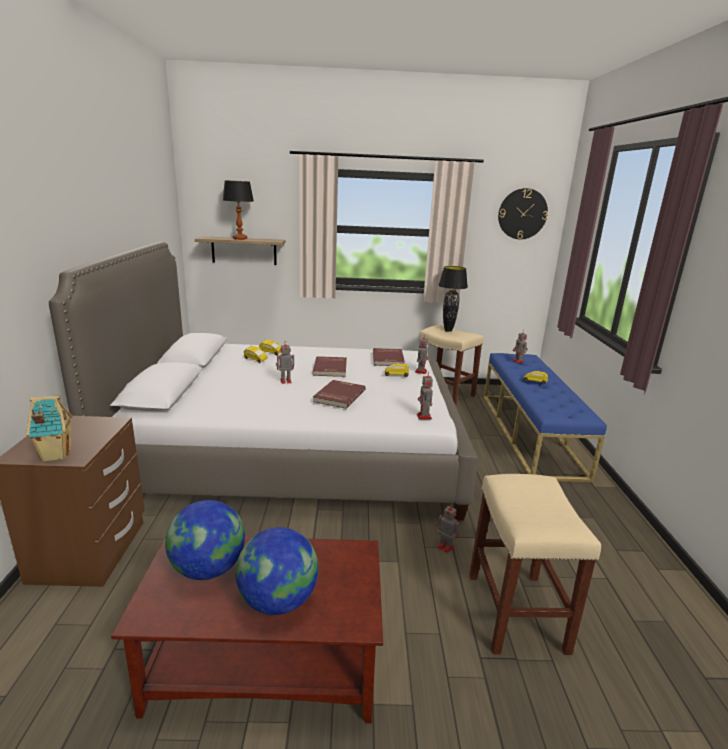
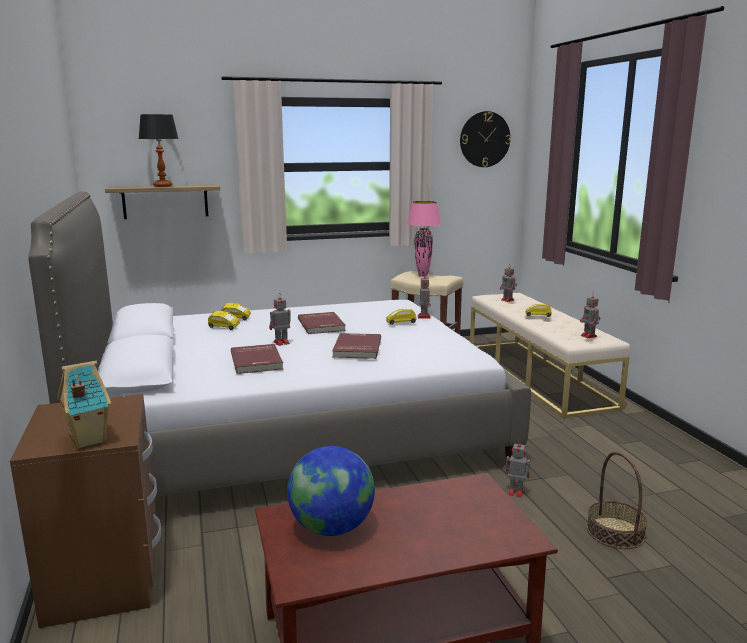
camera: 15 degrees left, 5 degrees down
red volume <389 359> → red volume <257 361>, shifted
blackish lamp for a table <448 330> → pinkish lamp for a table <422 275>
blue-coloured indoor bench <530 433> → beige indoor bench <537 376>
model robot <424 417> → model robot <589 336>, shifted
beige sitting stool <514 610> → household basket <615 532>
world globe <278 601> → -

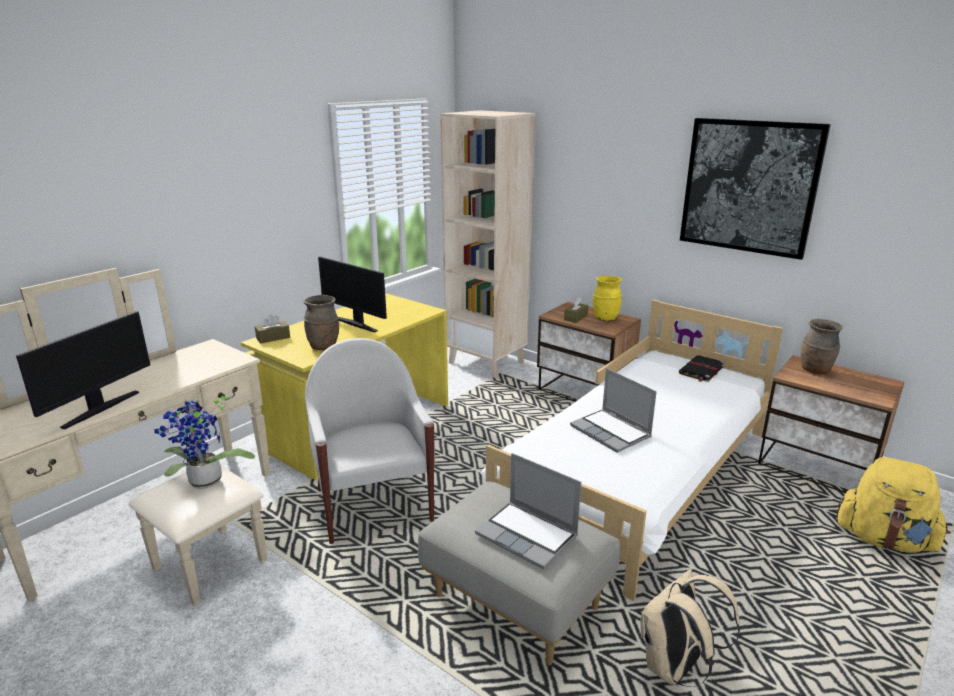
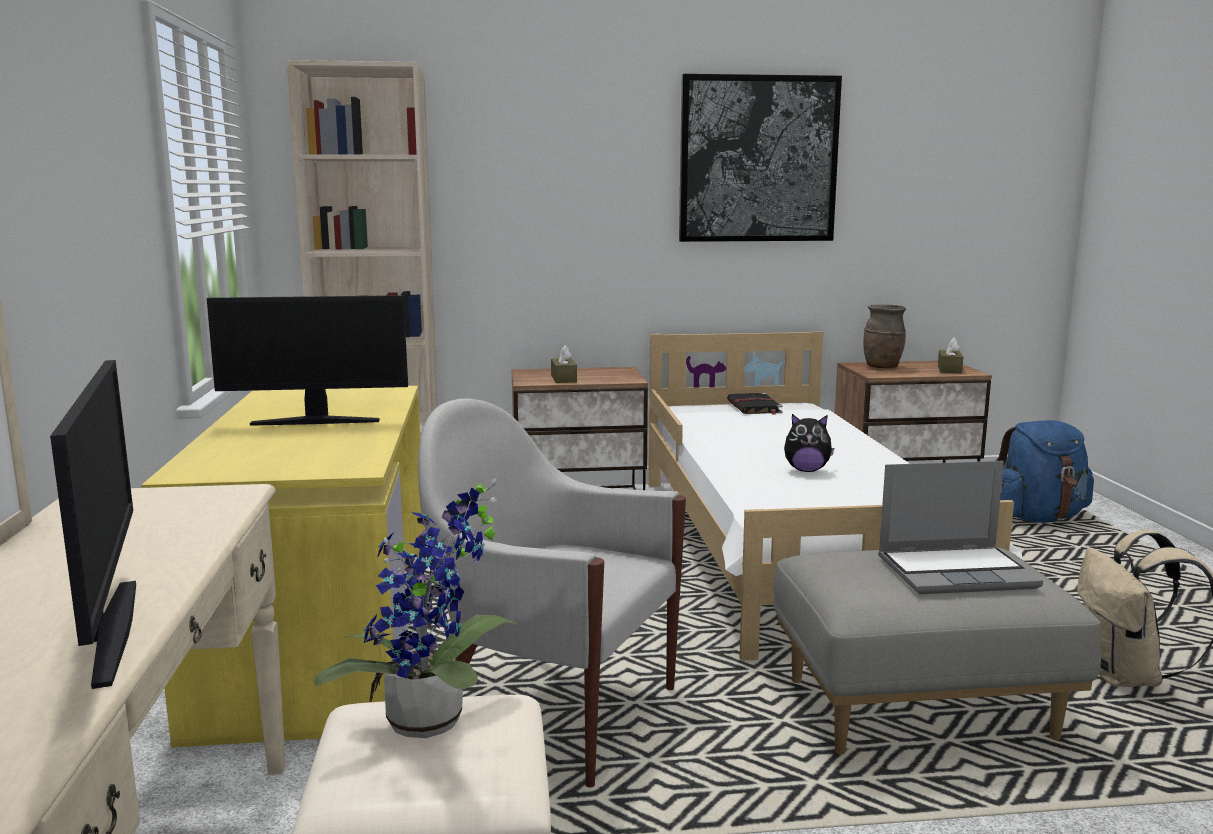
camera: 45 degrees left, 10 degrees down
portable computer <611 432> → cuddly toy <806 470>
brown box of tissues <273 338> → brown box of tissues <949 369>, shifted
yellow-coloured knapsack <884 540> → blue-coloured knapsack <1038 518>
brown flower vase <324 347> → -
yellow-coloured flower vase <605 318> → -

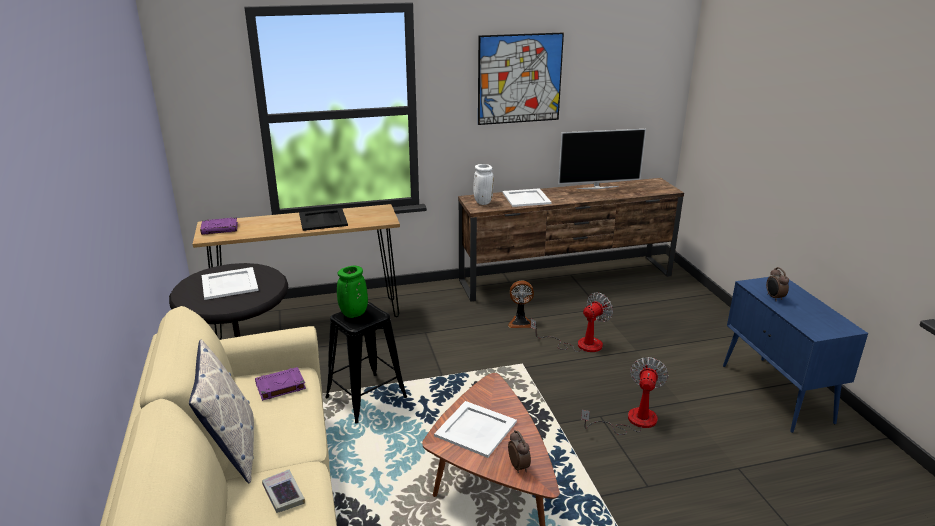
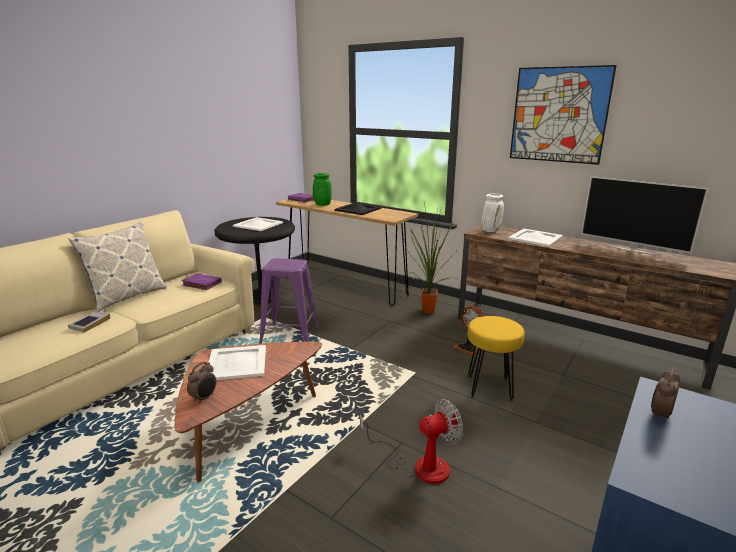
camera: 50 degrees right, 5 degrees down
blackish sitting stool <366 398> → purple sitting stool <290 335>
green-coloured flower vase <353 314> → green-coloured flower vase <322 205>, shifted
- → potted plant <426 310>
cooling fan <580 344> → yellow-coloured sitting stool <489 387>

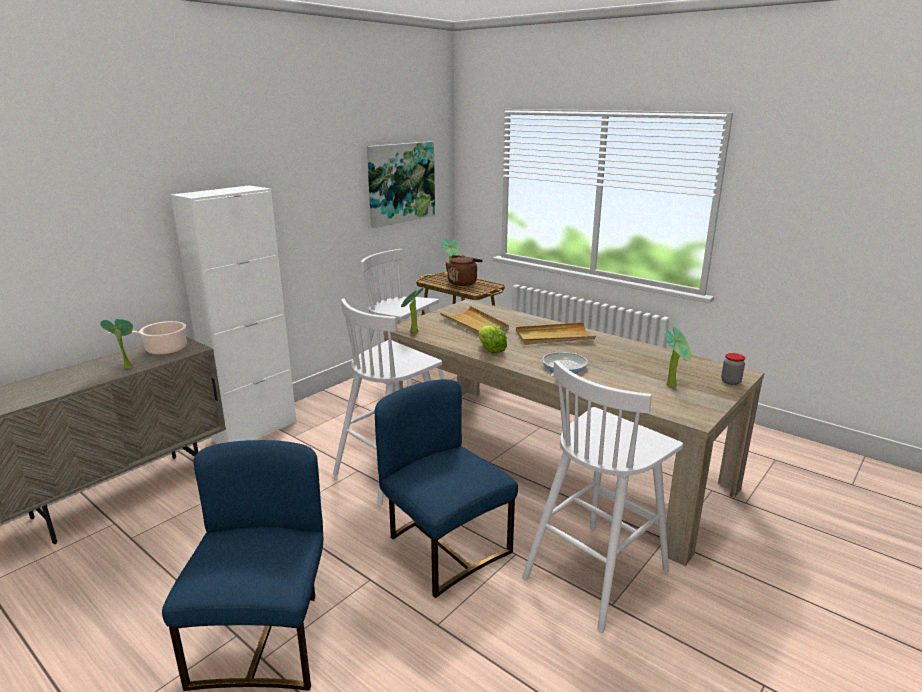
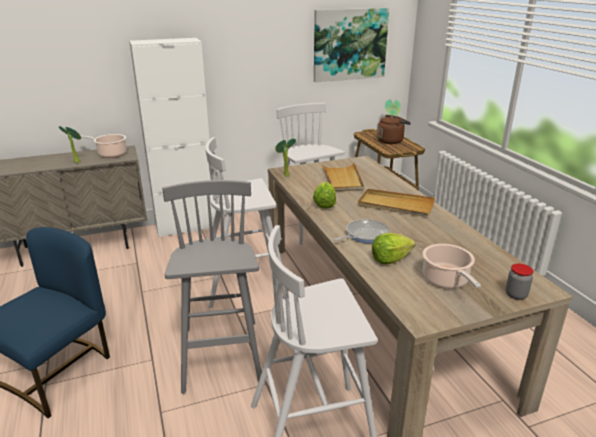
camera: 30 degrees right, 5 degrees up
blue-coloured chair <444 547> → gray sitting stool <221 357>
- → lettuce <390 259>
potted plant <673 385> → cooking pot <446 281>

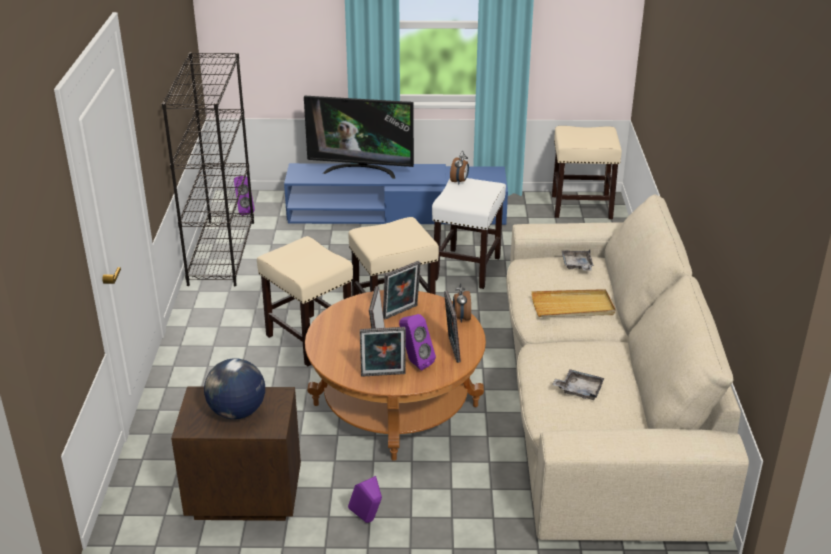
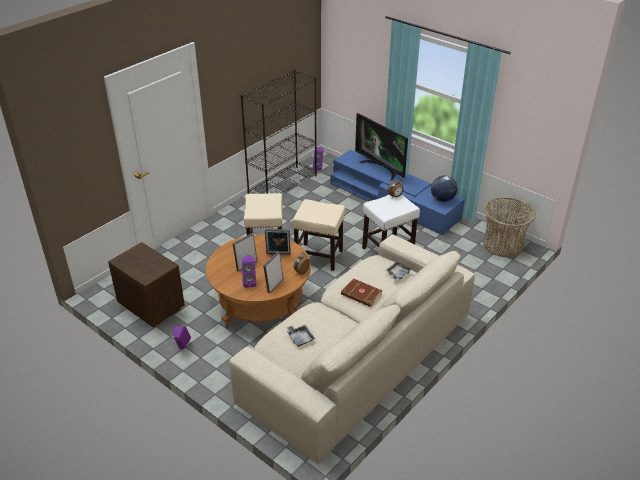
camera: 40 degrees right, 5 degrees up
beige carrying tray <573 307> → brown volume <361 294>
world globe <237 412> → world globe <442 199>, shifted
beige sitting stool <580 207> → household basket <503 244>
photo frame <383 376> → -

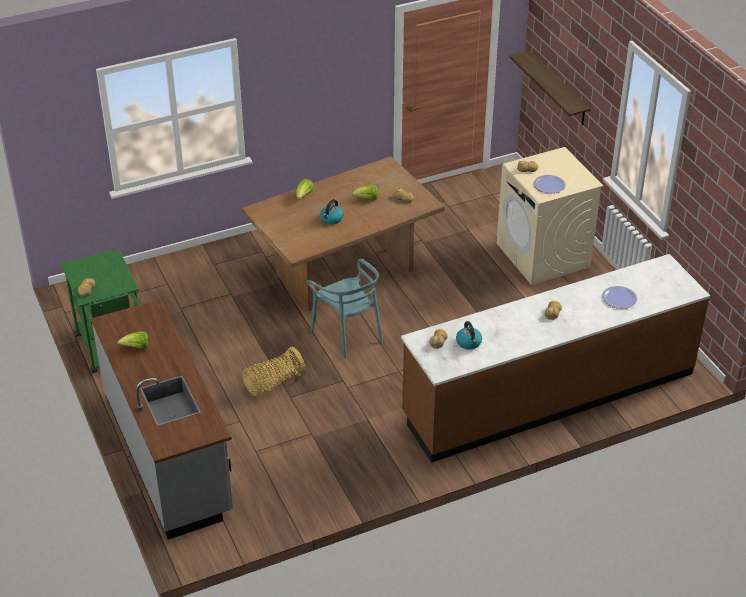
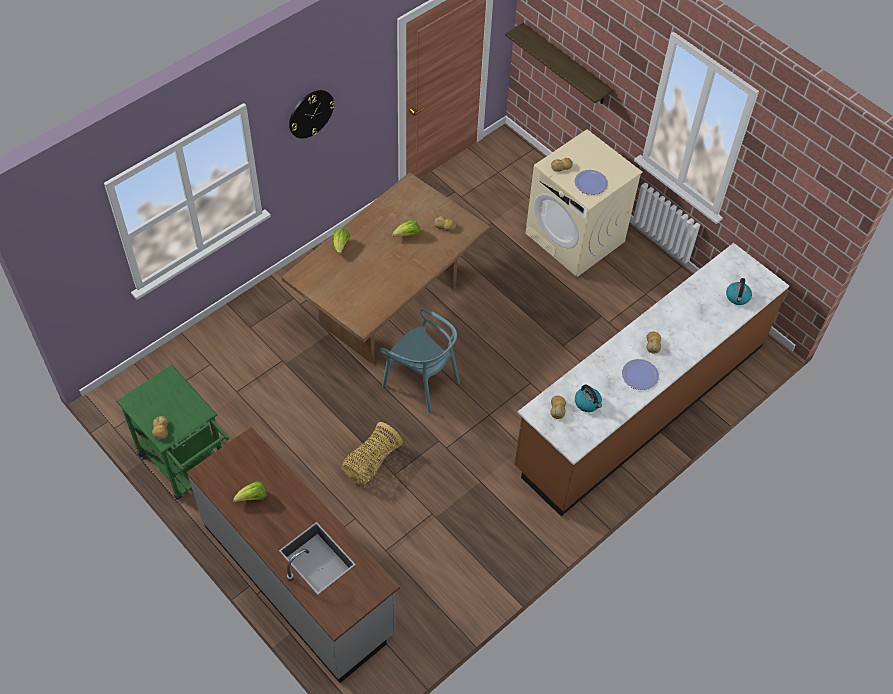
camera: 20 degrees left, 15 degrees up
- → wall clock <311 113>
dinner plate <619 298> → dinner plate <640 375>, shifted
kettle <331 219> → kettle <737 297>, shifted

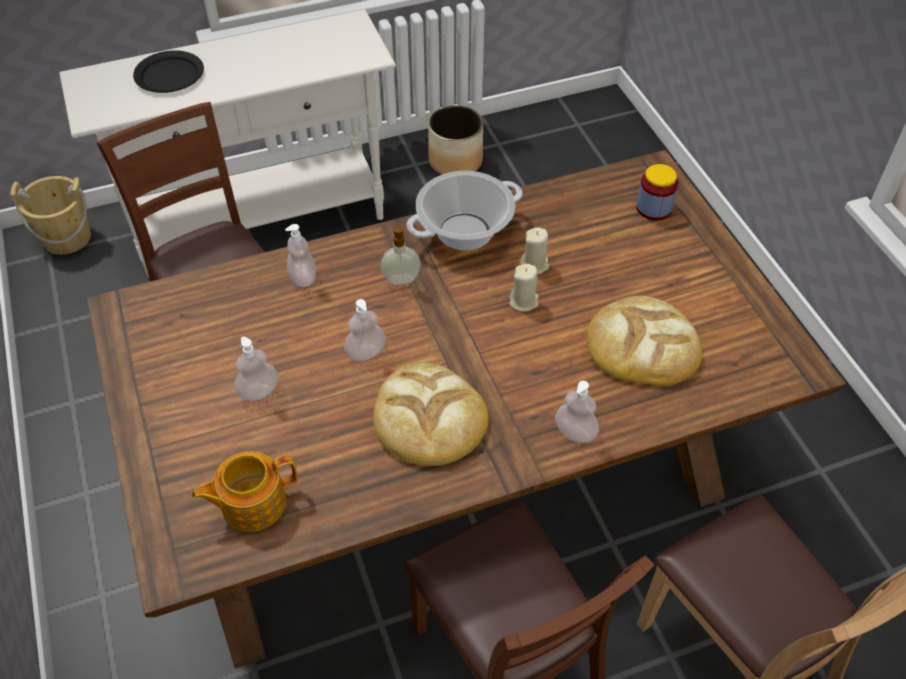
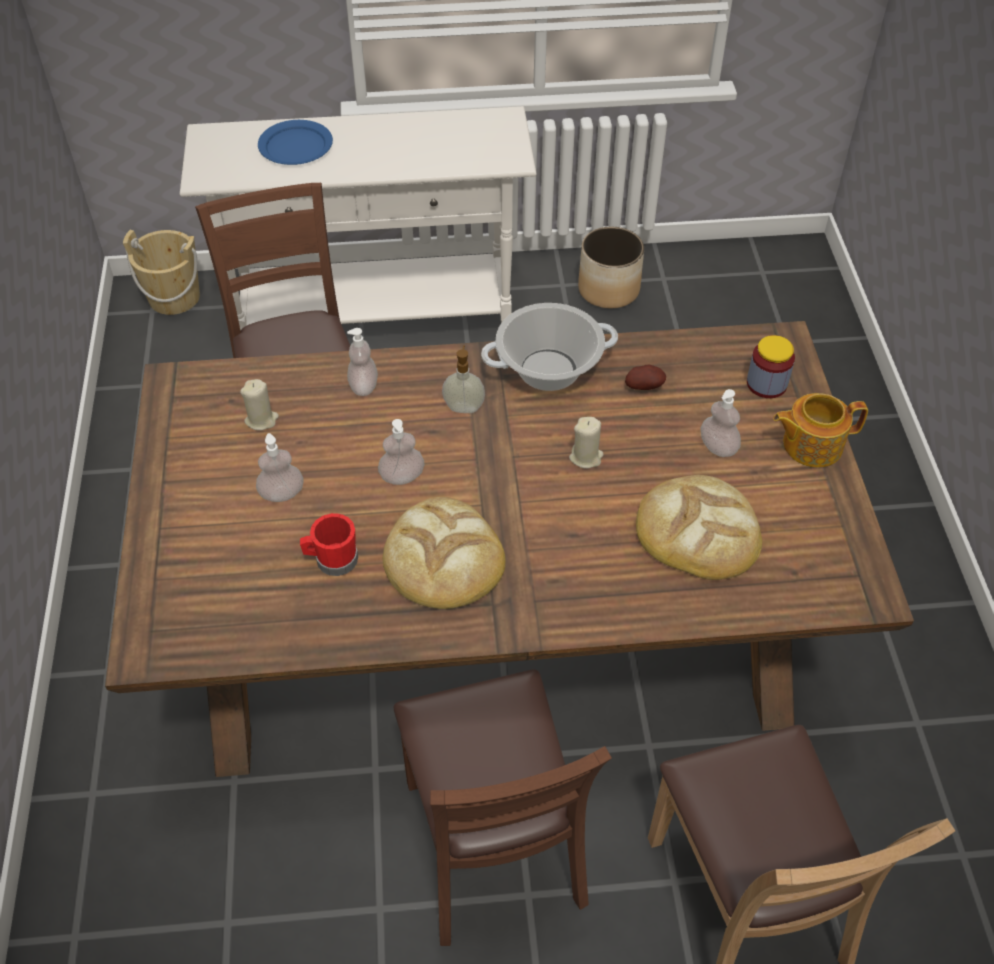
camera: 15 degrees right, 0 degrees up
beige wax light <534 265> → beige wax light <261 420>, shifted
blackish dinner plate <169 75> → blue-coloured dinner plate <295 146>
- → red mug <332 560>
- → whole potato <644 386>
soap dispenser <575 432> → soap dispenser <718 447>, shifted
teapot <252 503> → teapot <811 444>, shifted

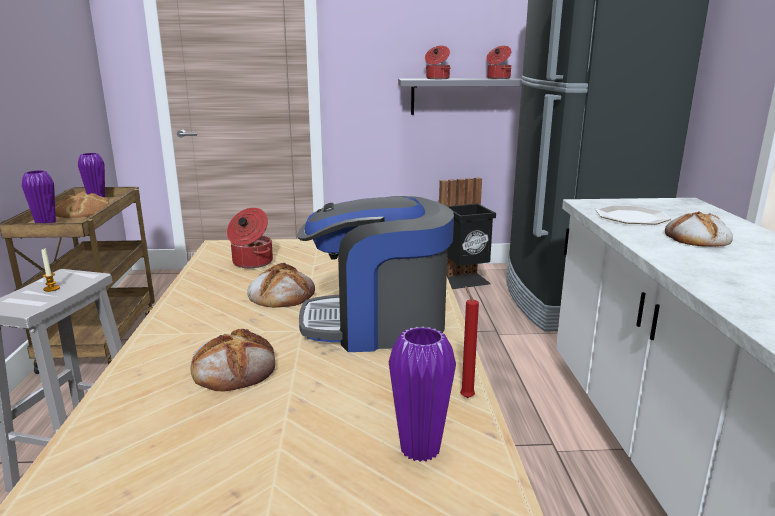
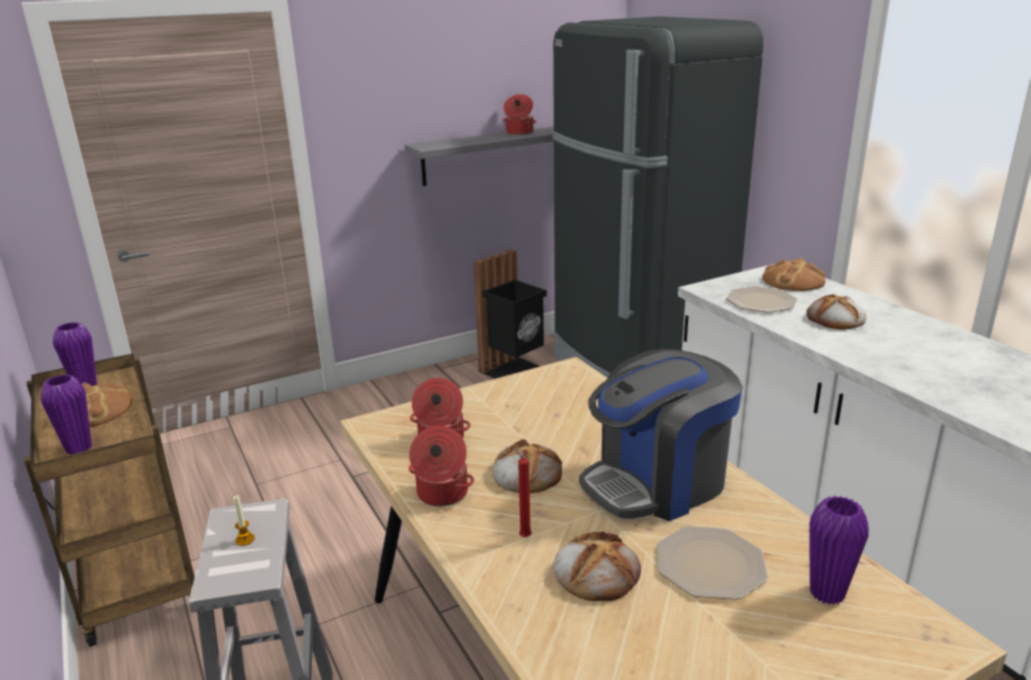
camera: 25 degrees left, 5 degrees up
cooking pot <437 78> → cooking pot <441 494>, shifted
red wax light <466 396> → red wax light <523 536>, shifted
- → dinner plate <709 565>
- → baked bread <793 281>

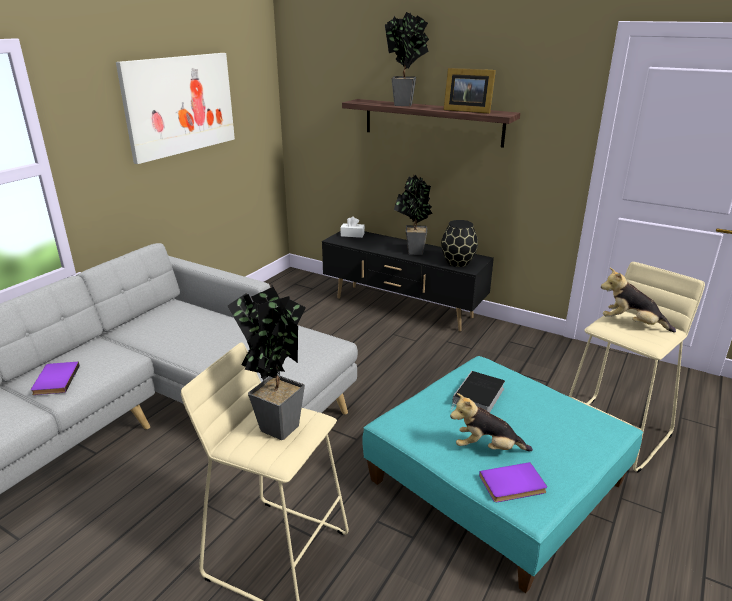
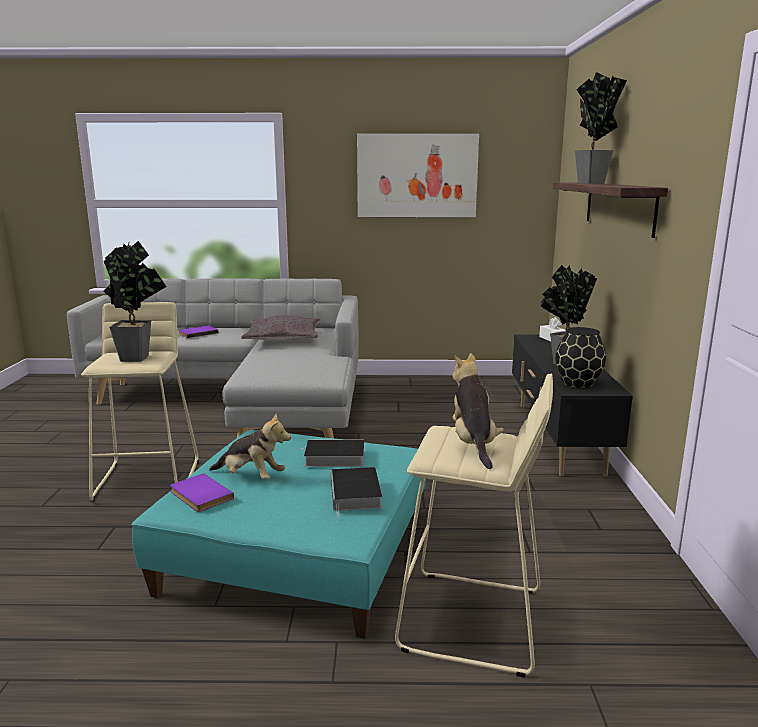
camera: 60 degrees right, 10 degrees down
cuddly toy <487 448> → cuddly toy <251 477>, 135 degrees clockwise
- → gray cushion <283 339>
- → volume <356 494>
photo frame <466 111> → -

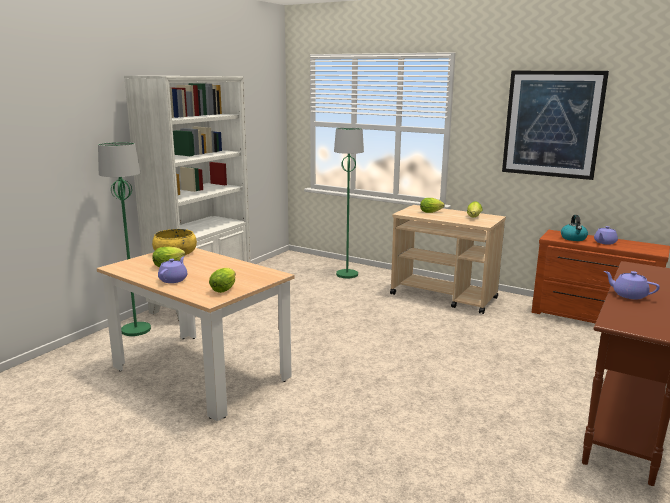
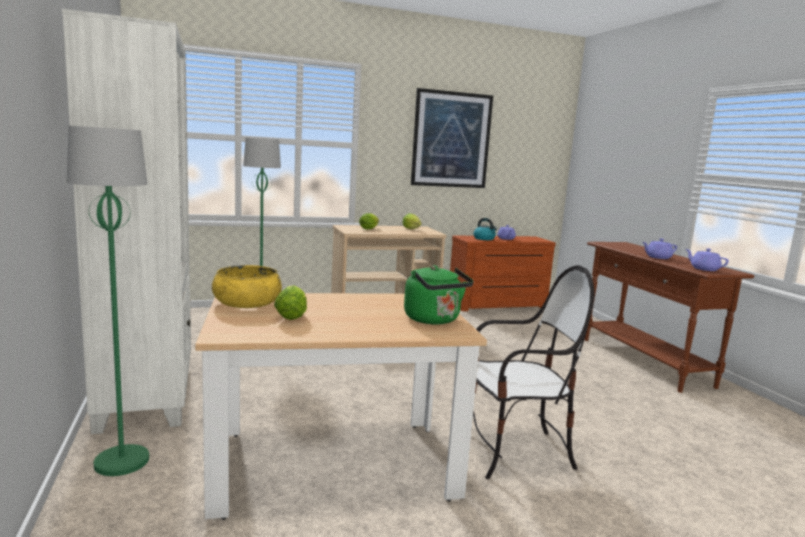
camera: 50 degrees left, 5 degrees down
lettuce <225 289> → green-coloured kettle <434 320>
- → chair <515 452>
purple teapot <173 279> → purple teapot <704 269>, shifted

